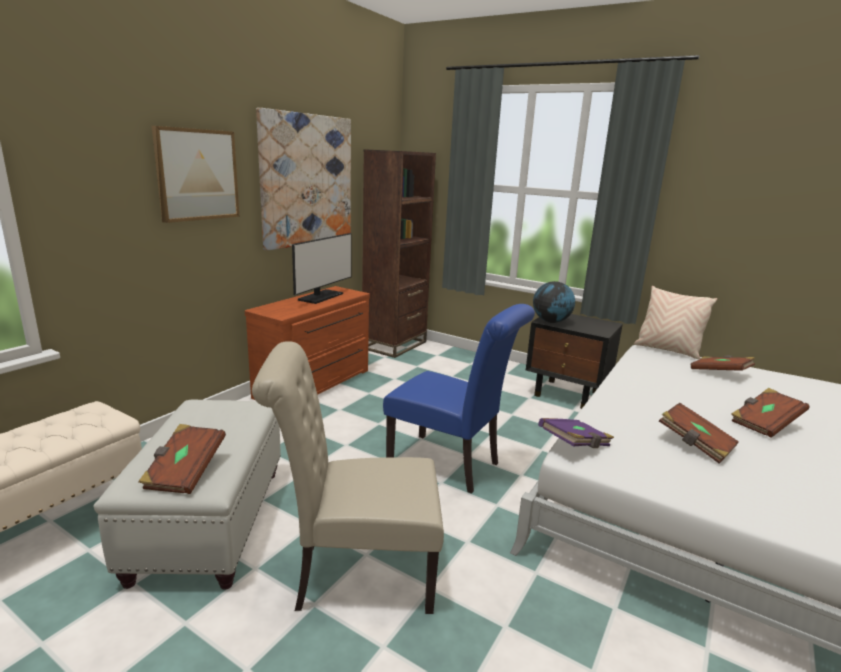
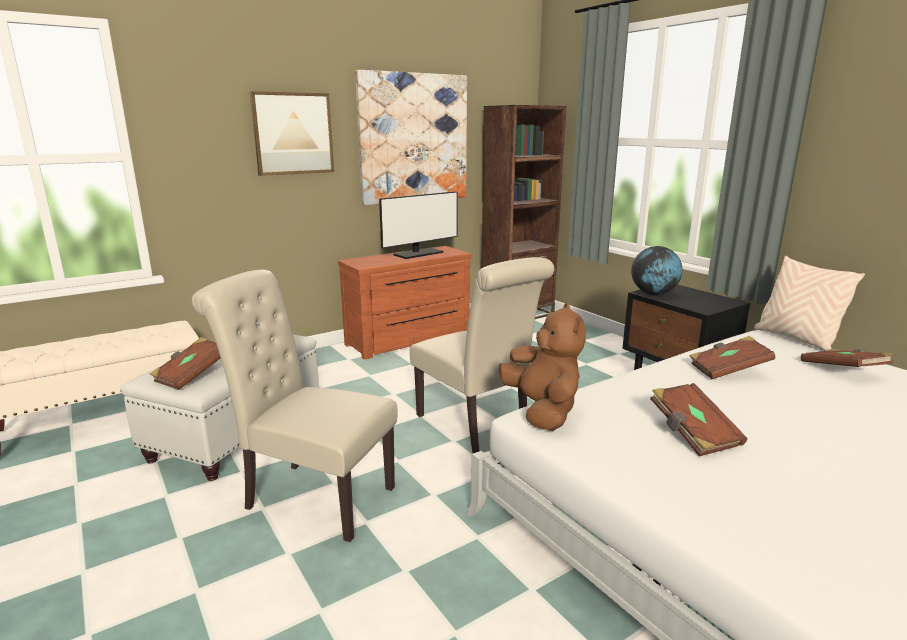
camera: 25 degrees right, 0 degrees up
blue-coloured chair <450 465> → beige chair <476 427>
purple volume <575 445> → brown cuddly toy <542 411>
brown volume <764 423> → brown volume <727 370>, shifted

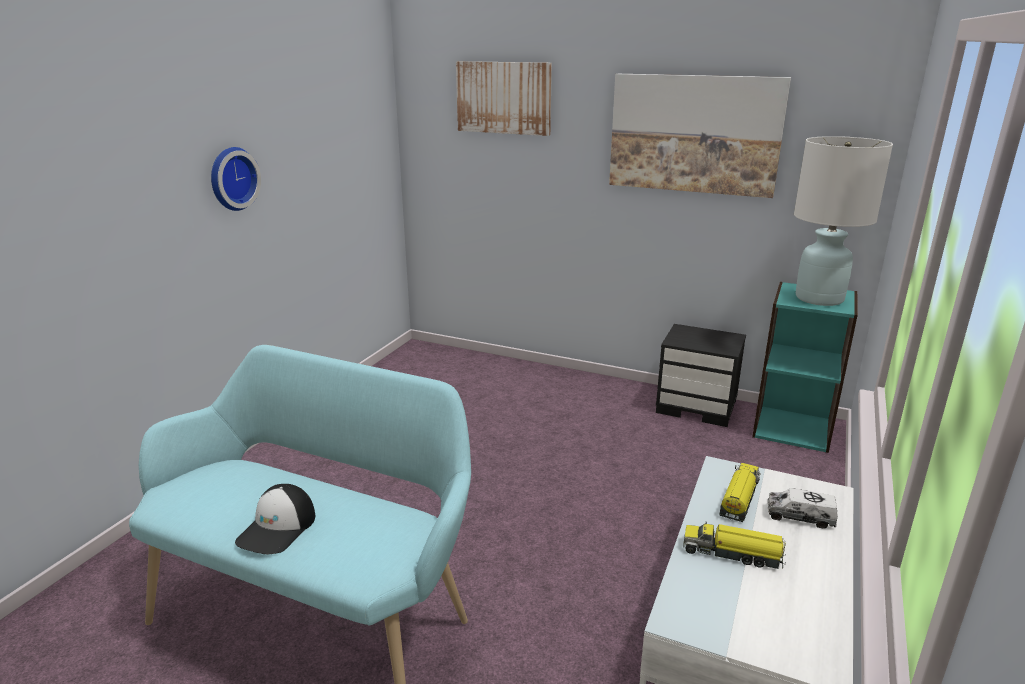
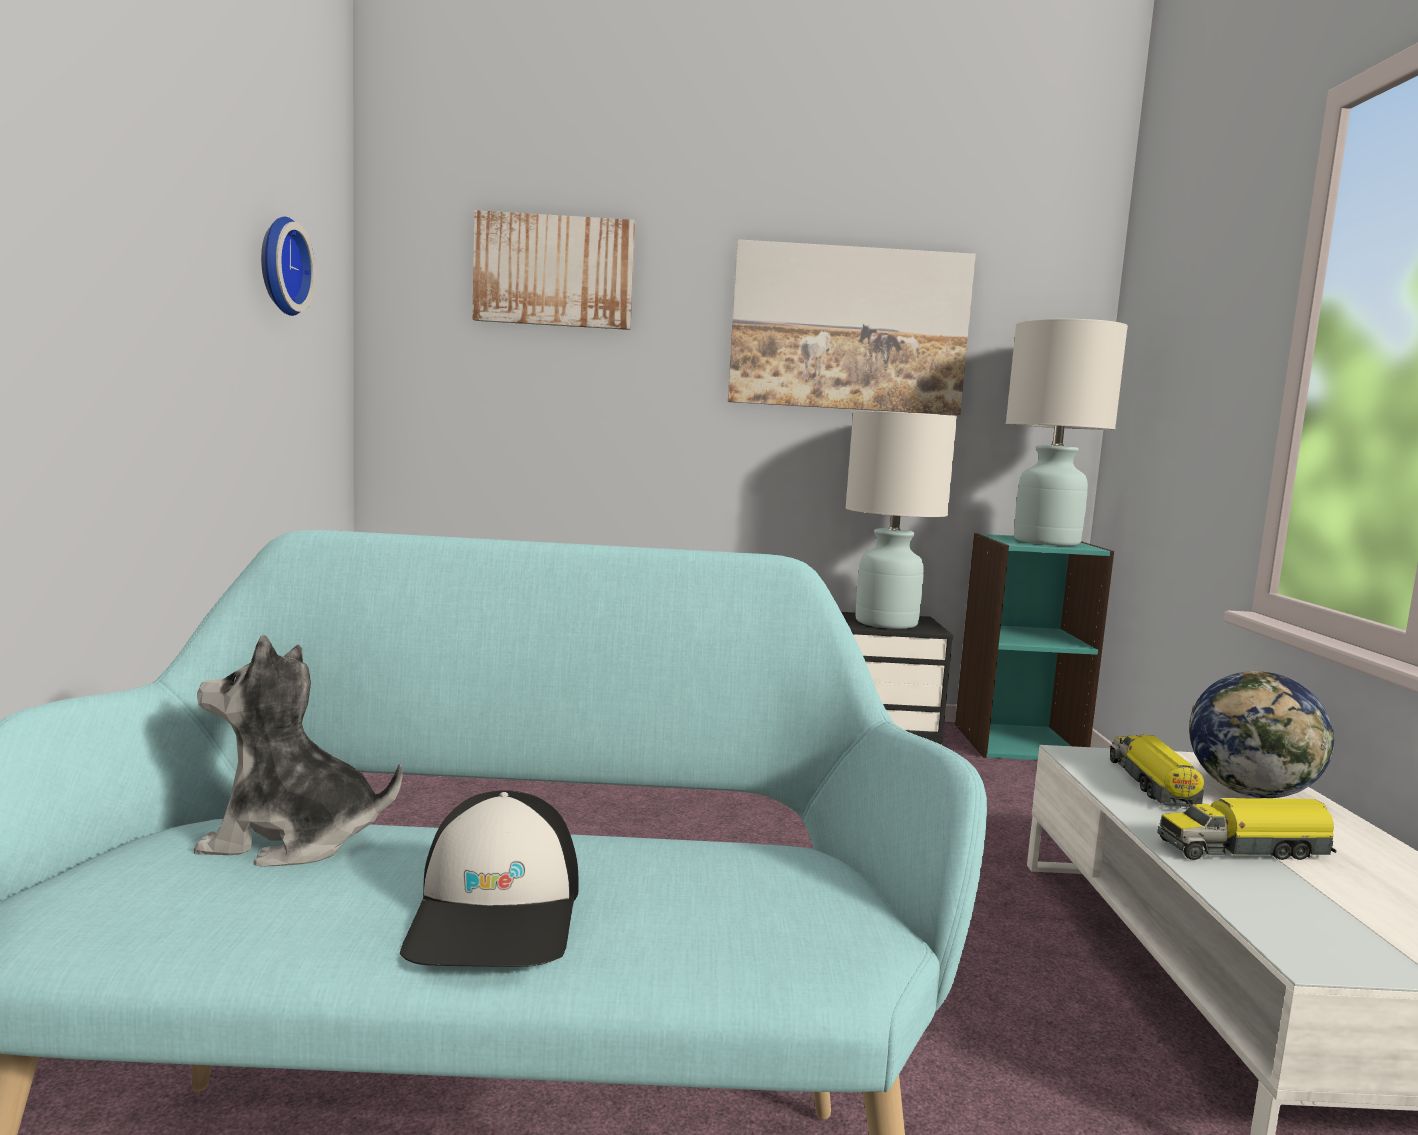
camera: 25 degrees left, 15 degrees down
- → cuddly toy <292 840>
wall clock <231 178> → wall clock <279 266>, shifted
- → white lamp for a table <887 623>
toy lorry <800 516> → world globe <1251 793>

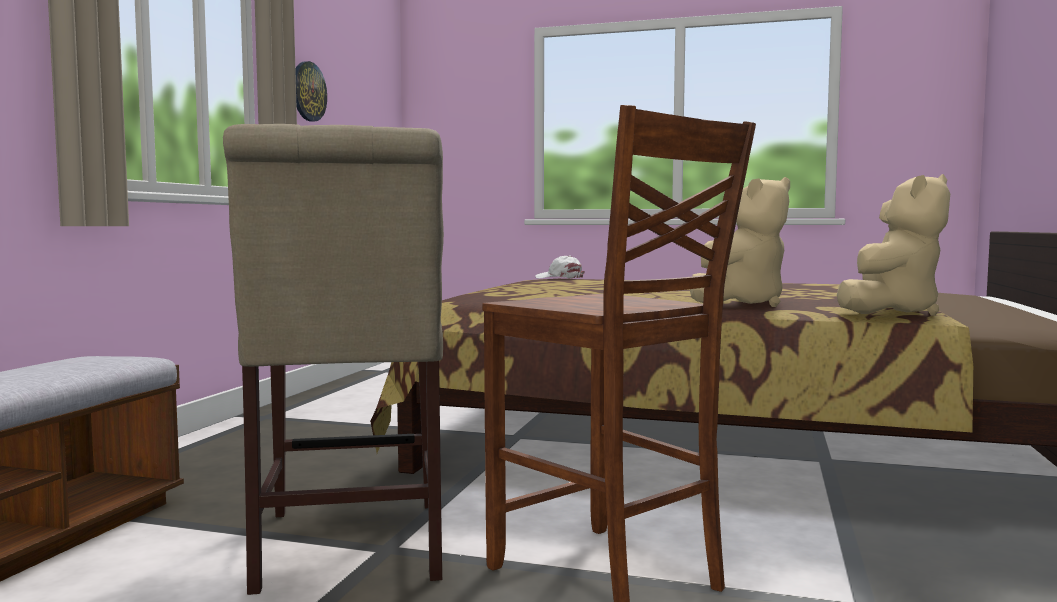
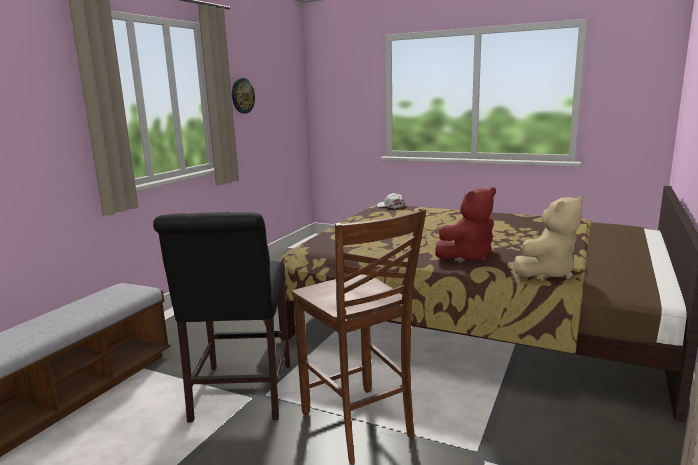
camera: 10 degrees right, 10 degrees up
beige chair <348 550> → blackish chair <240 395>
beige cuddly toy <742 304> → red cuddly toy <468 257>

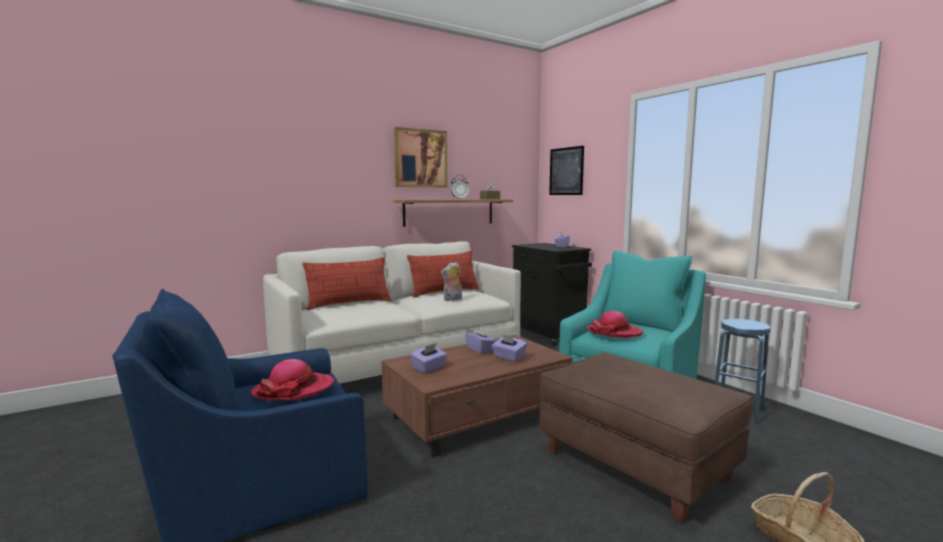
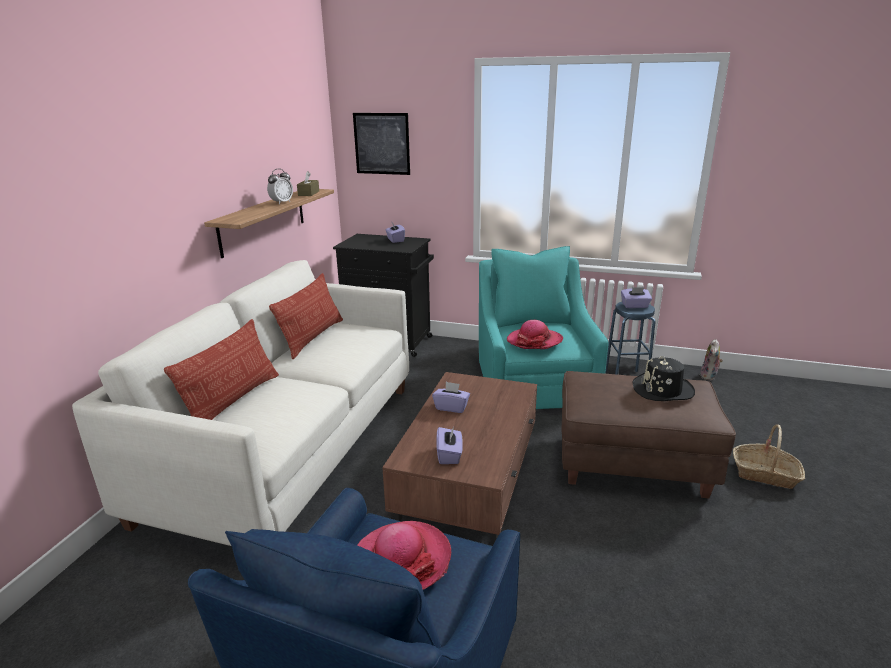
camera: 40 degrees left, 15 degrees up
purple box of tissues <508 357> → purple box of tissues <635 306>, shifted
- → blackish hat <662 390>
cuddly toy <452 300> → cuddly toy <709 376>, shifted
wall art <420 158> → -

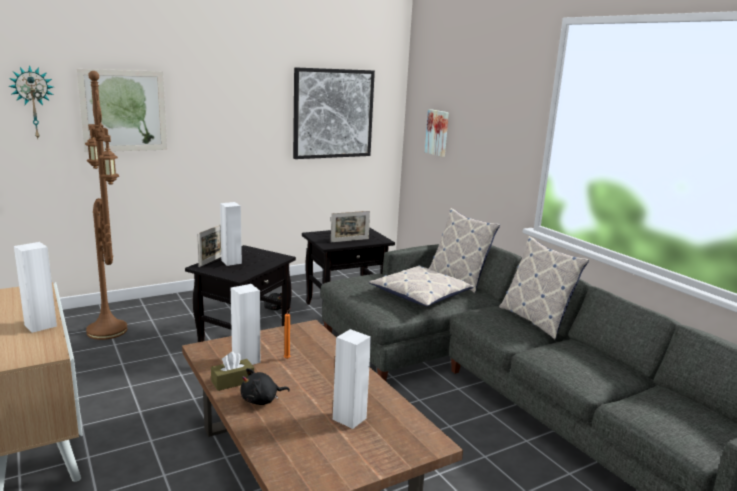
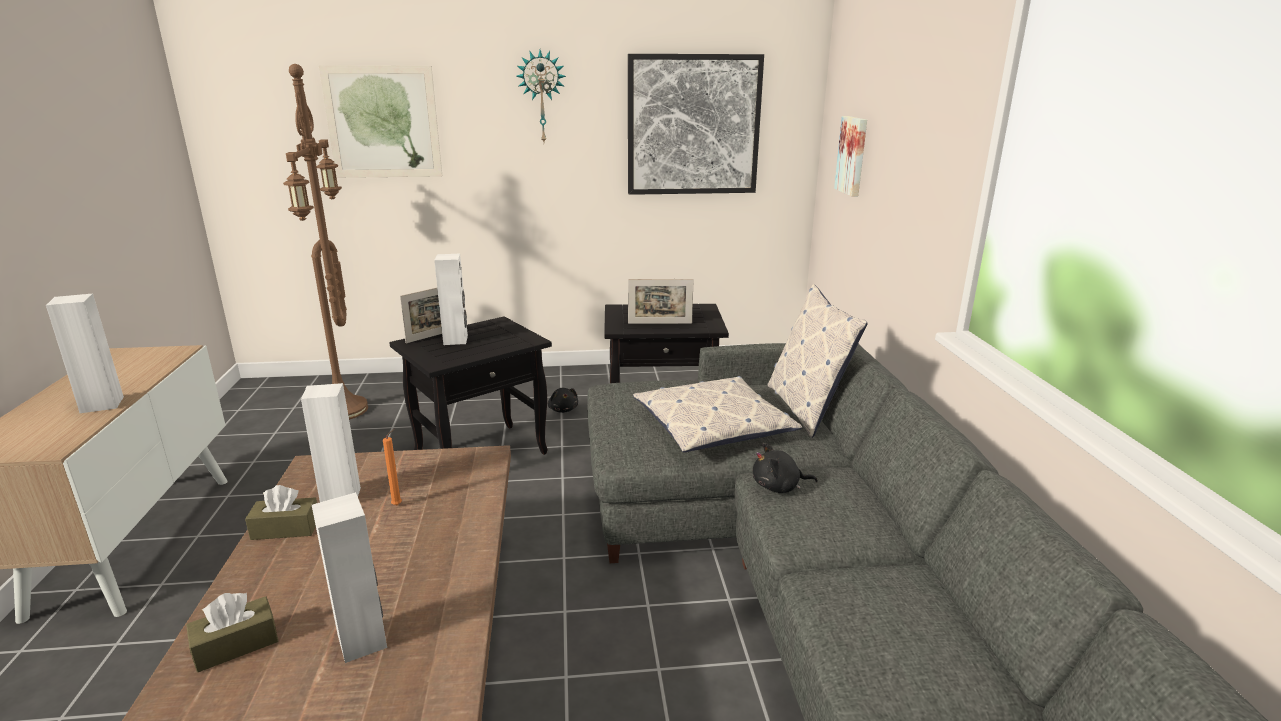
camera: 25 degrees right, 5 degrees up
- → brown box of tissues <236 645>
wall clock <33 103> → wall clock <542 97>, shifted
blackish cuddly toy <261 400> → blackish cuddly toy <779 487>, shifted
cushion <535 320> → -

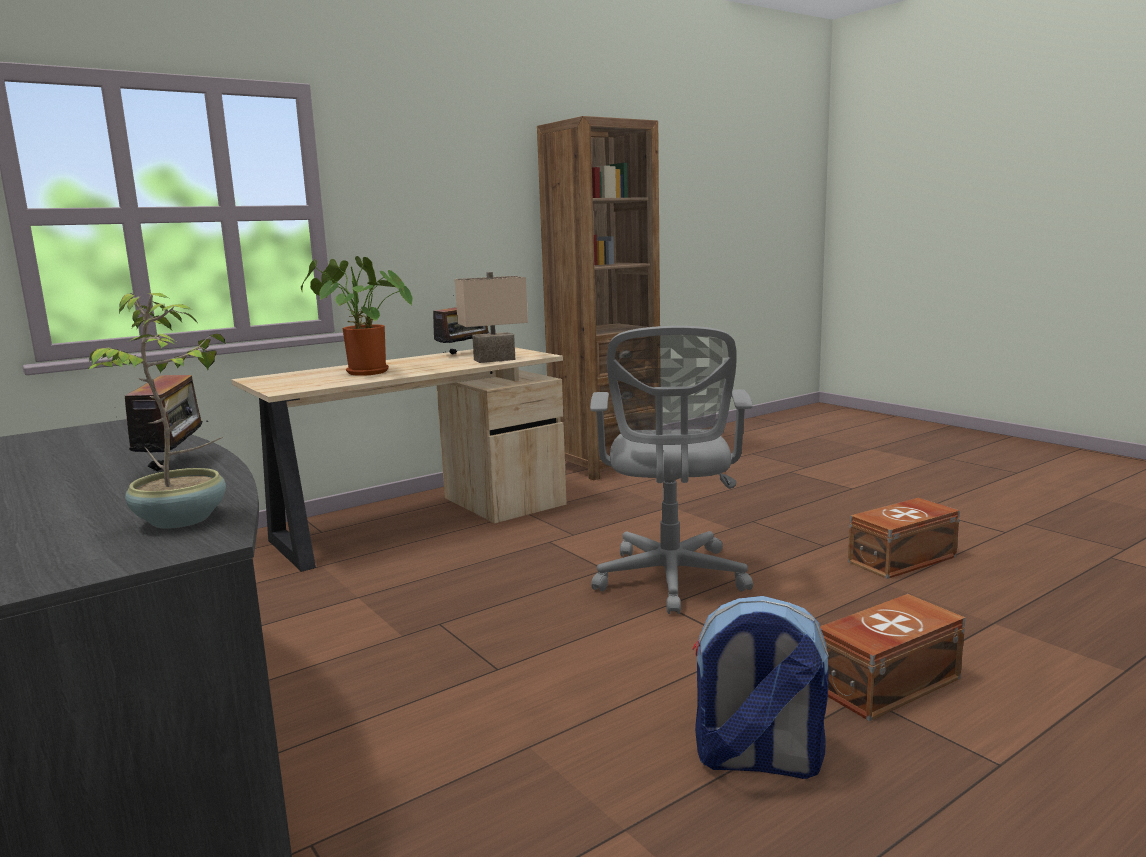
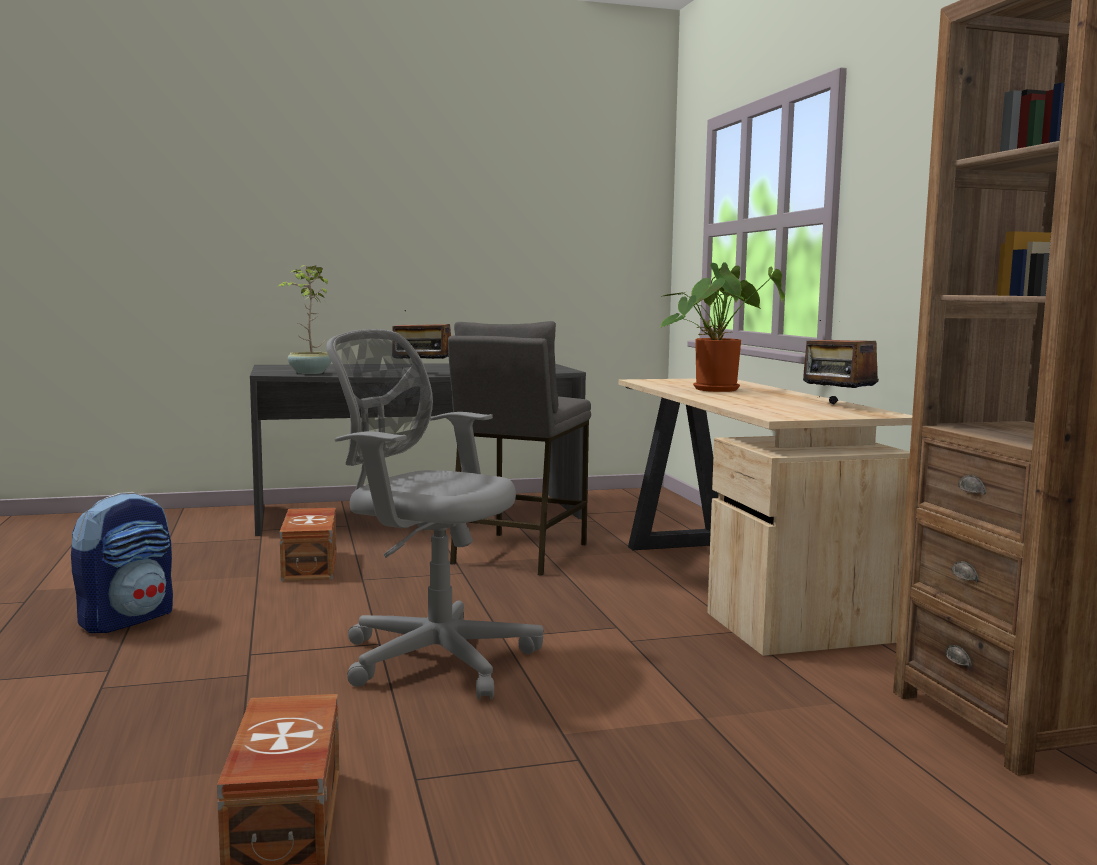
camera: 110 degrees right, 5 degrees down
brown storage container <884 683> → brown storage container <311 565>, shifted
- → gray sitting stool <518 553>
beige lamp for a table <494 360> → -

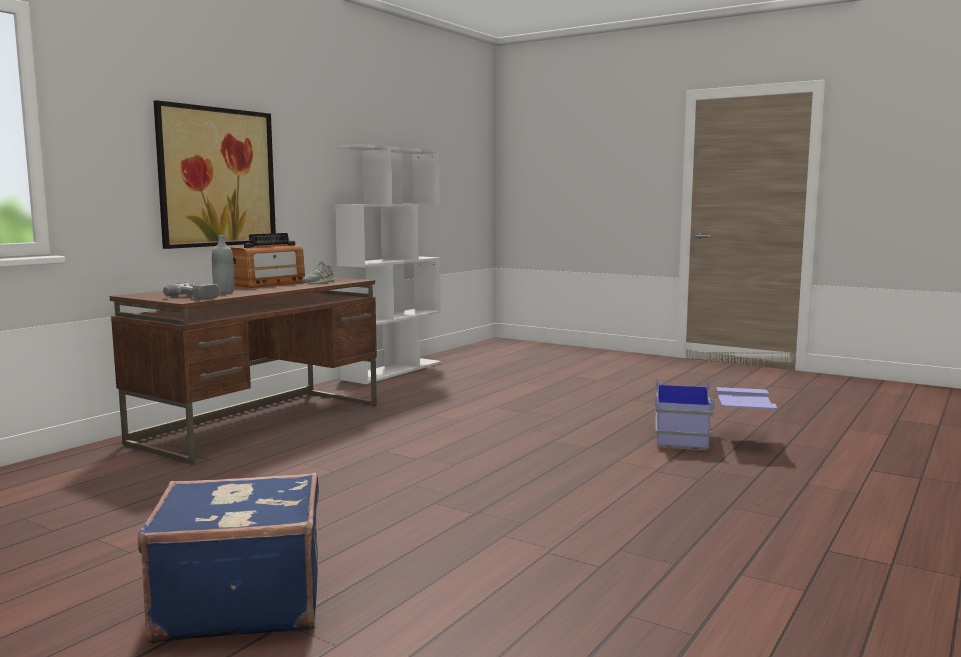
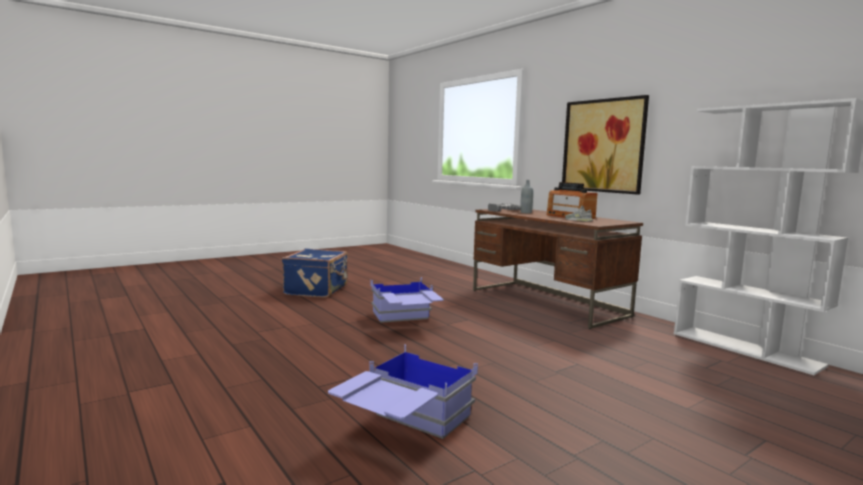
camera: 110 degrees right, 0 degrees up
- → blue-coloured storage container <405 322>

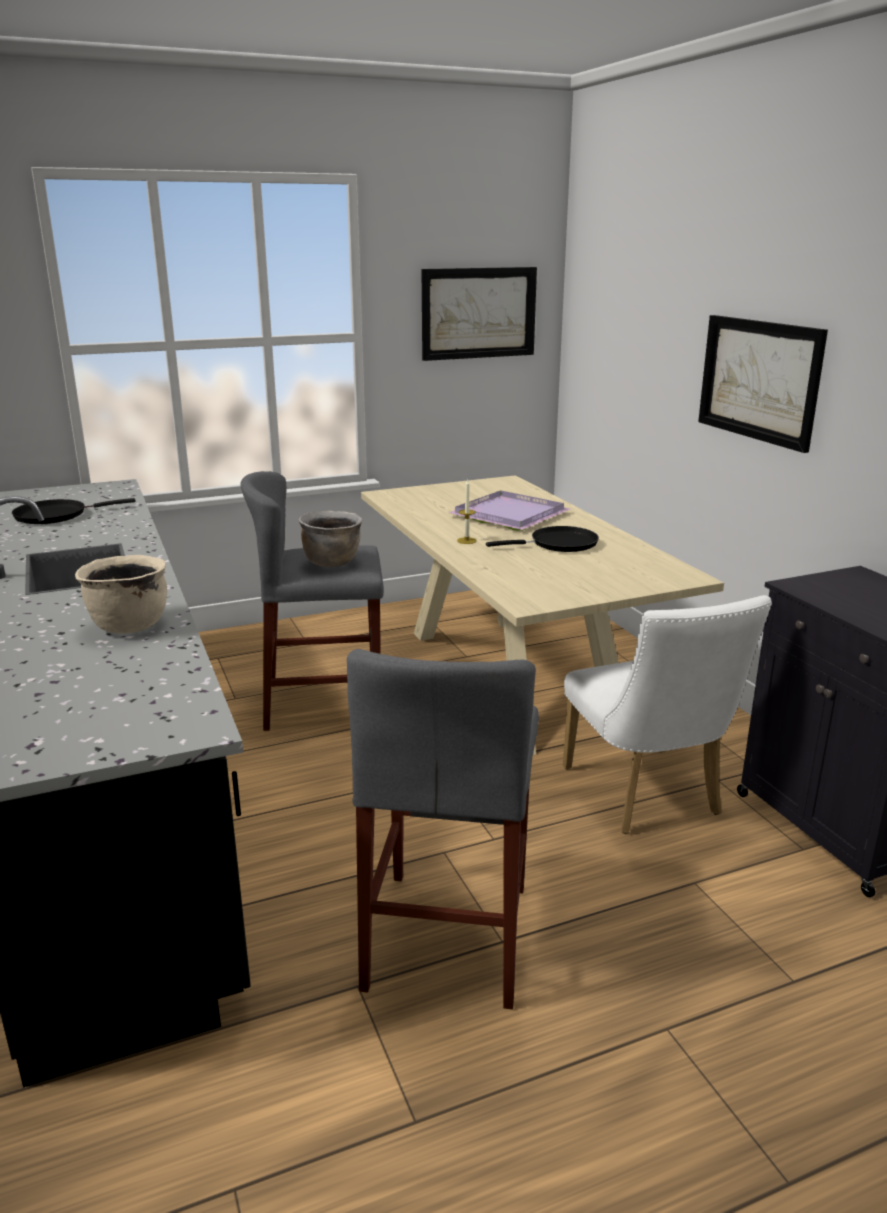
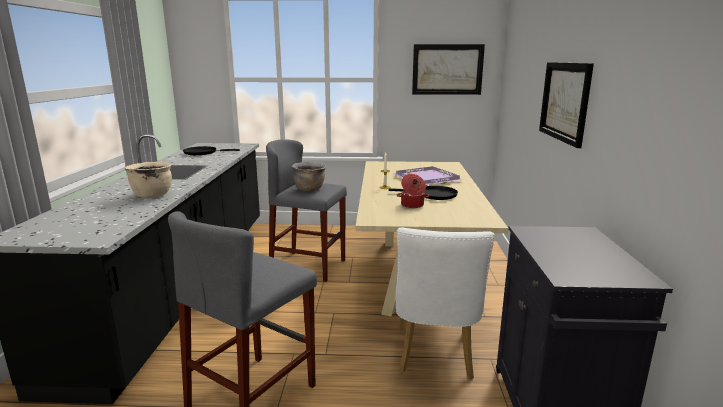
camera: 25 degrees right, 5 degrees down
- → cooking pot <412 205>

